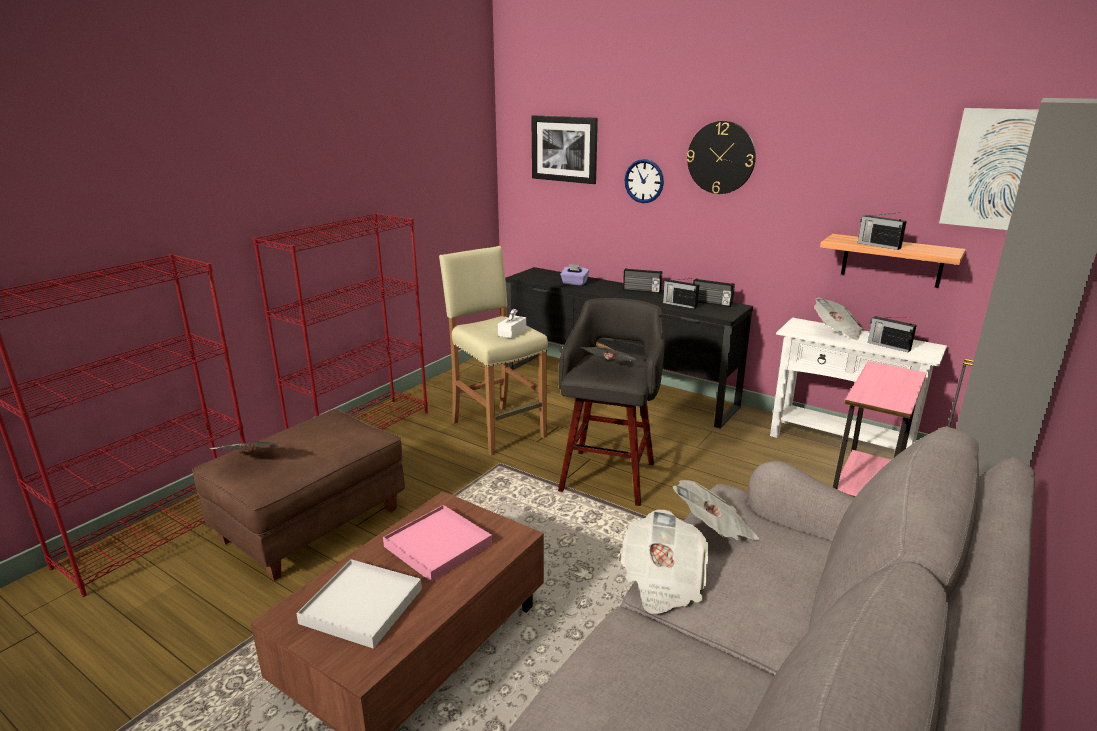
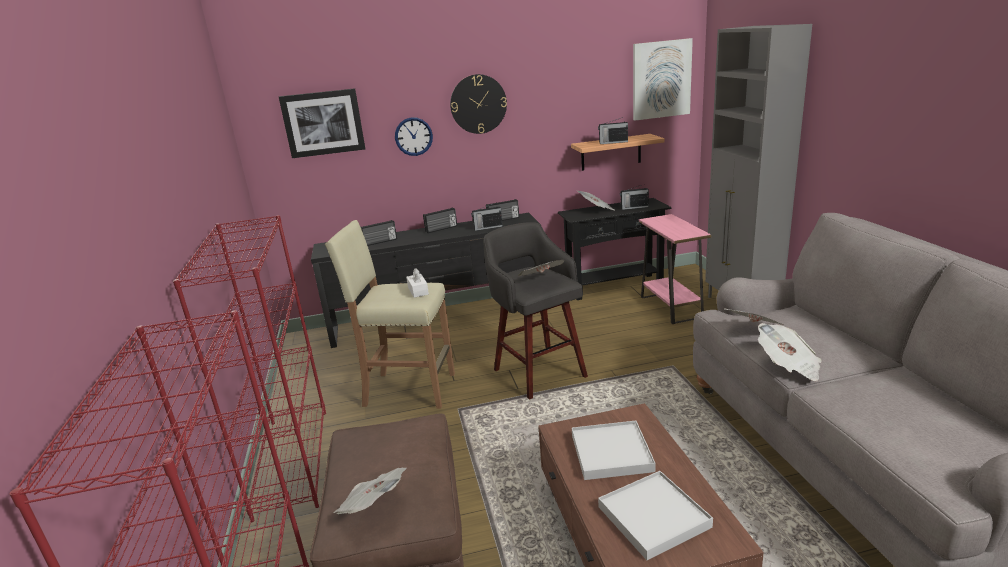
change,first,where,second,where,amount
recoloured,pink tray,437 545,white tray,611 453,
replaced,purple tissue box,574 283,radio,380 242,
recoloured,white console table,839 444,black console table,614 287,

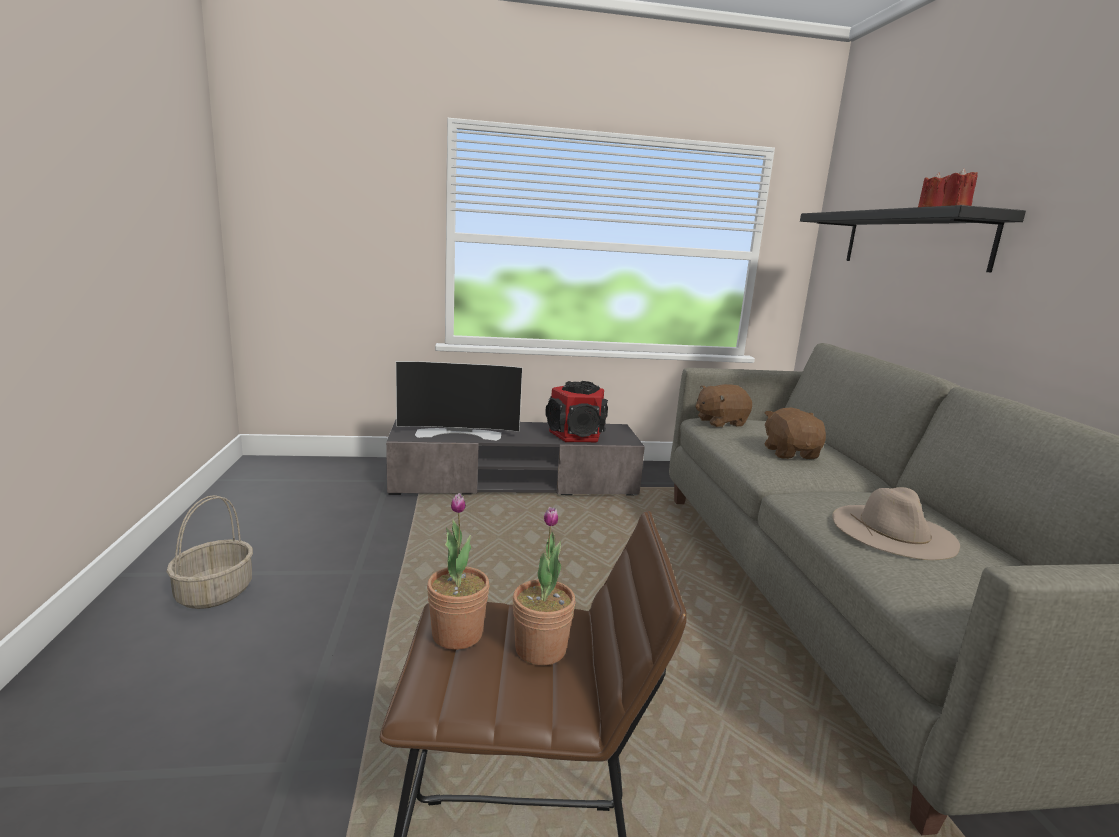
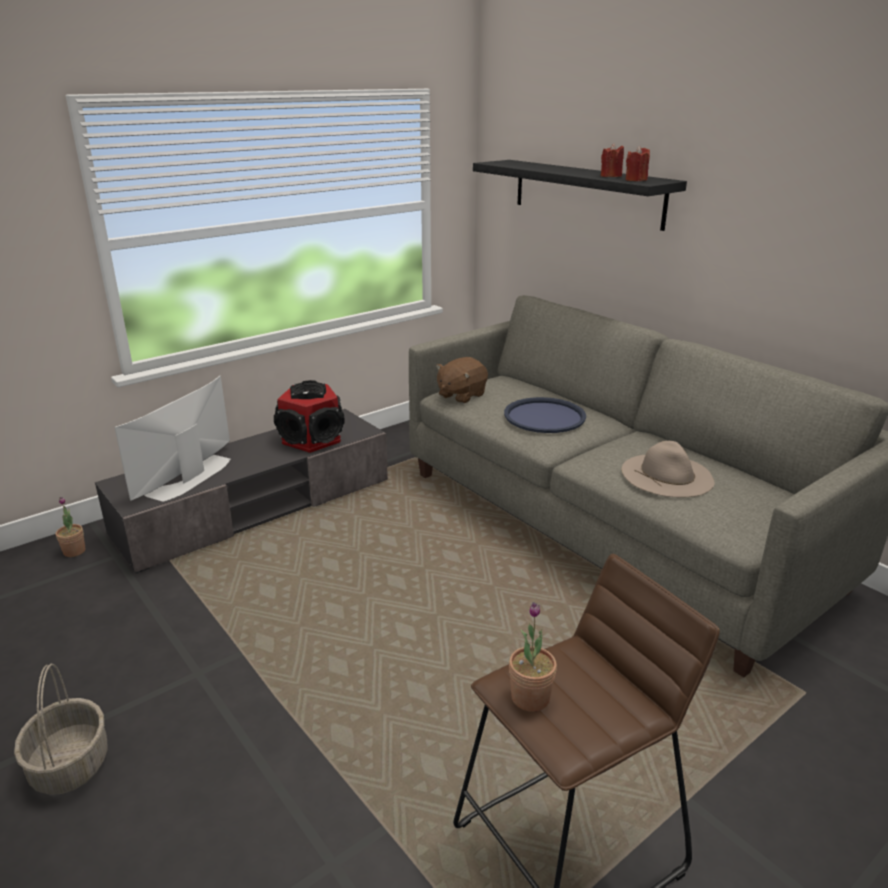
change,first,where,second,where,amount
turned,television,459 433,,191 477,150 degrees clockwise
moved,potted plant,540 649,,74 551,
replaced,brown plush toy,791 453,blue tray,544 416,

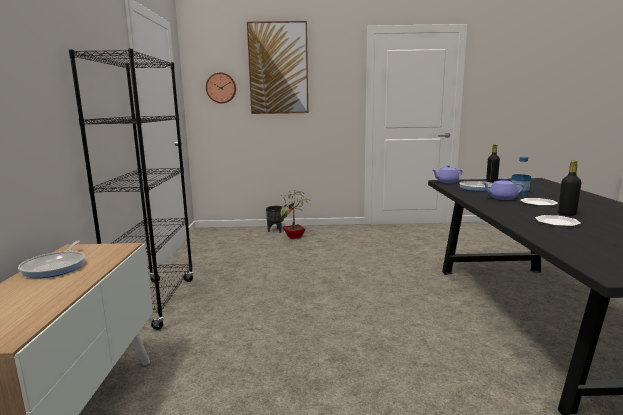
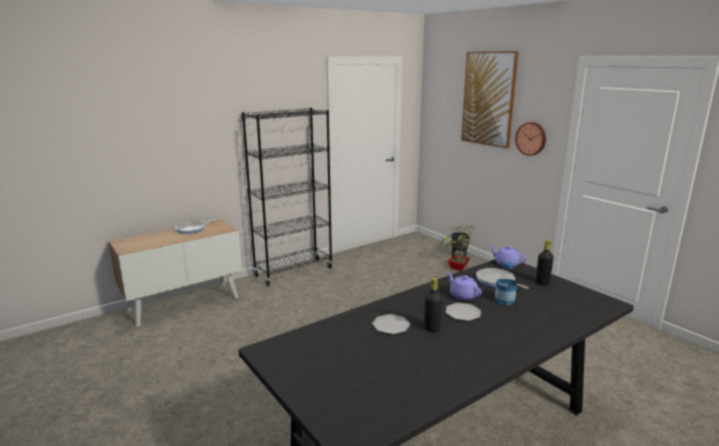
change,first,where,second,where,amount
moved,wall clock,221 88,,531 138,

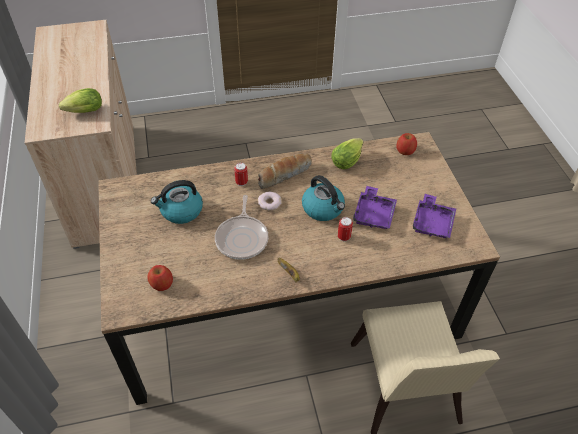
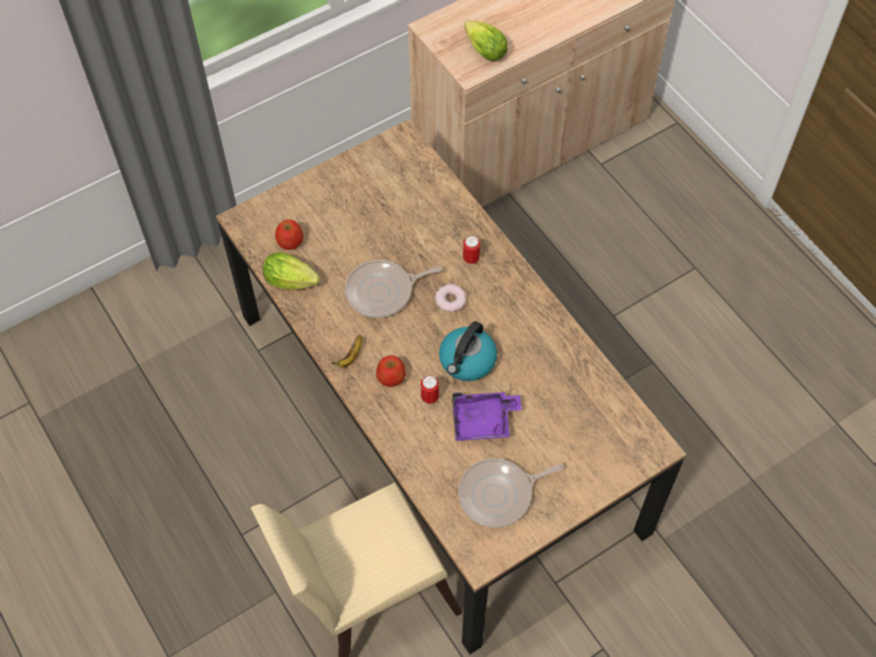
change,first,where,second,where,amount
removed,kettle,181 211,,,
removed,bread,284 174,,,
moved,lettuce,348 160,,294 282,
moved,apple,405 150,,391 377,
replaced,purple tray,432 222,frying pan,499 495,

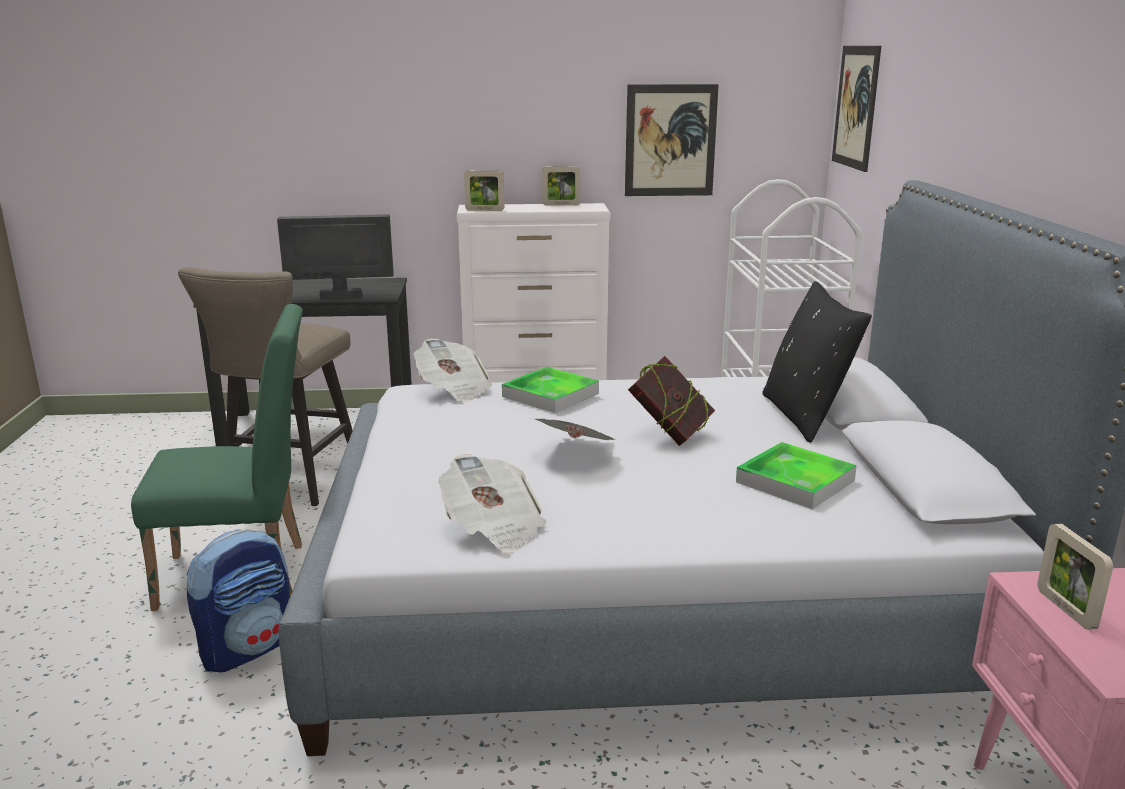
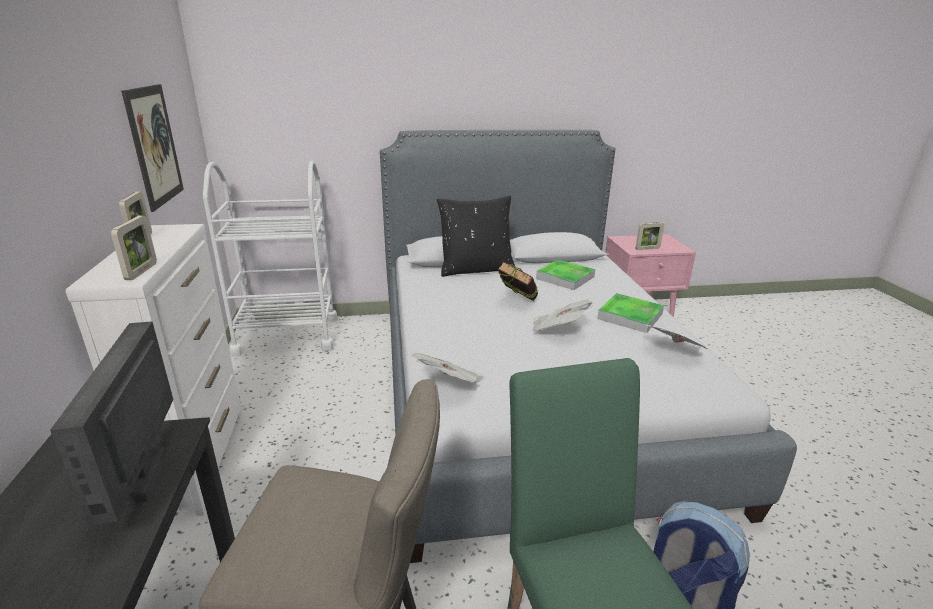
change,first,where,second,where,amount
moved,tray,550 395,,630 316,
removed,picture,856 107,,,

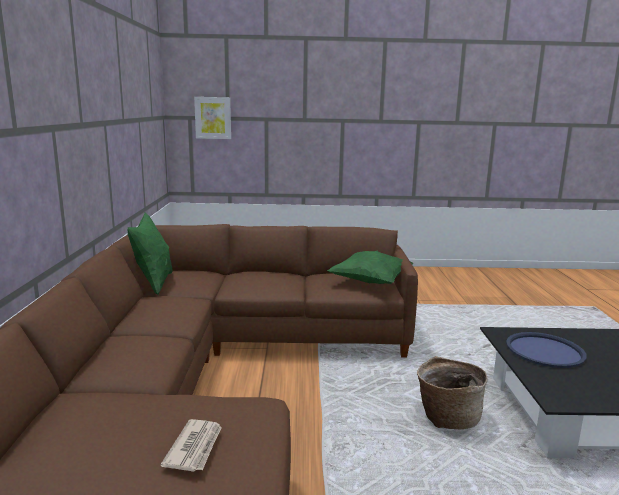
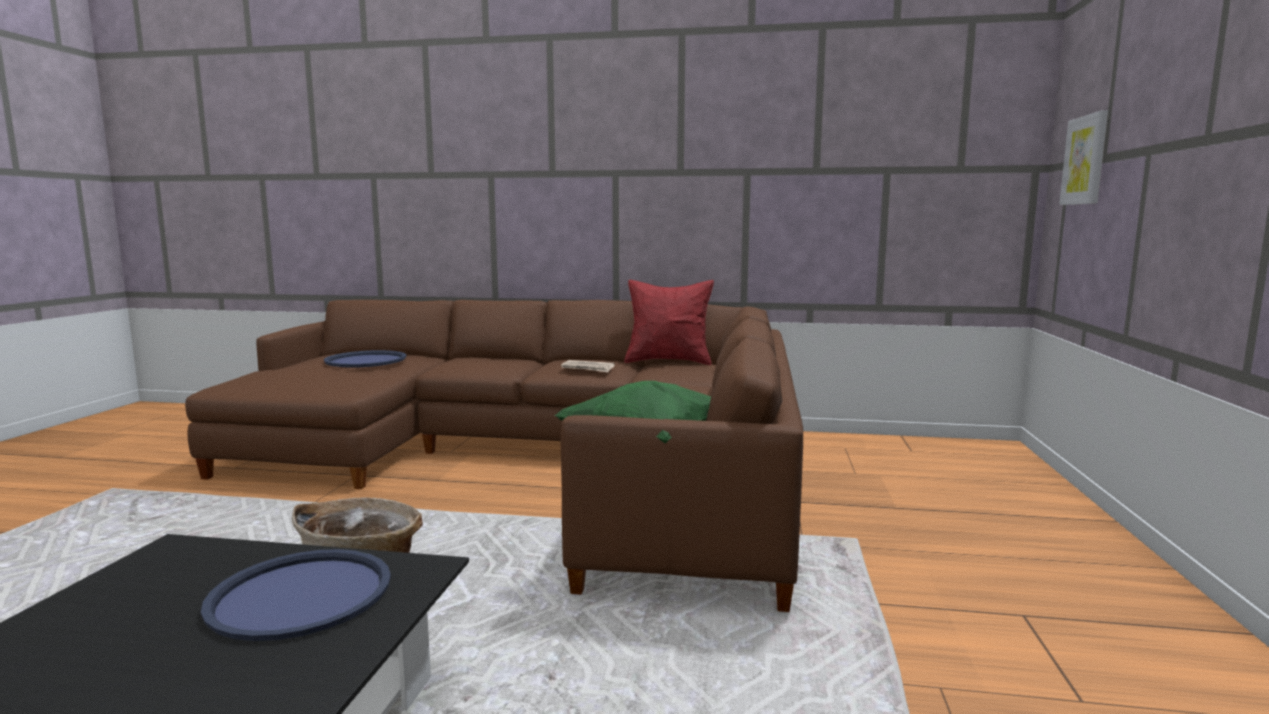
change,first,where,second,where,amount
recoloured,green pillow,153 283,red pillow,668 361,
moved,newspaper,195 447,,588 368,
added,,,blue tray,365 360,

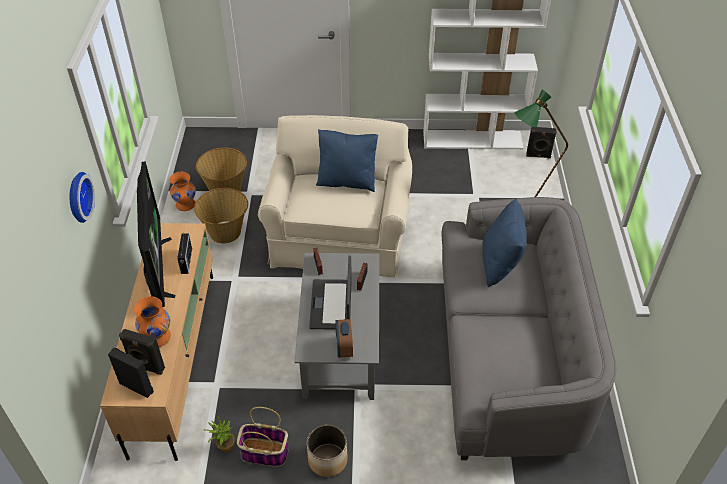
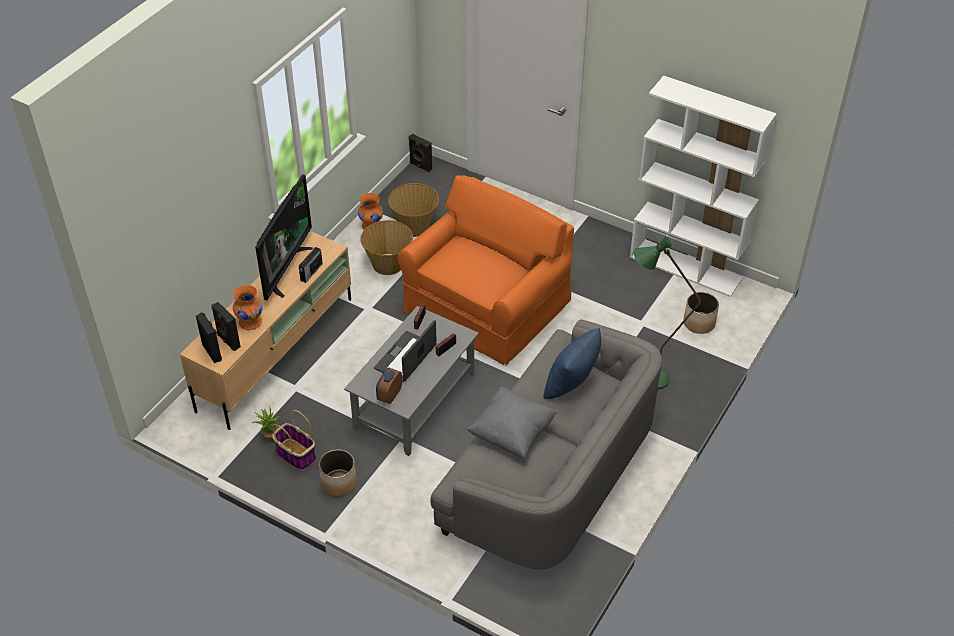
change,first,where,second,where,amount
removed,wall clock,77 197,,,
recoloured,beige armchair,340 232,orange armchair,486 305,
removed,blue pillow,347 181,,,
moved,black speaker,538 156,,420 166,
added,,,grey pillow,511 433,
added,,,planter,699 323,

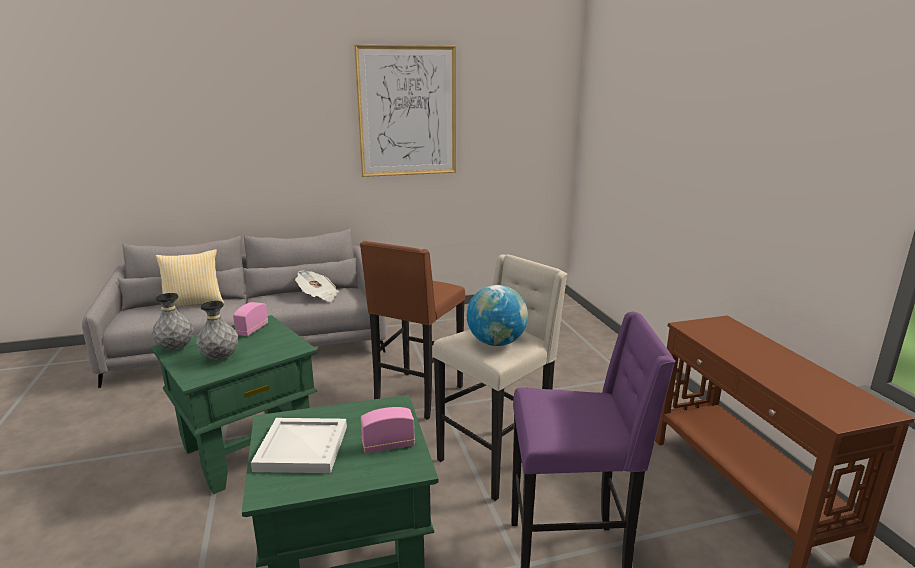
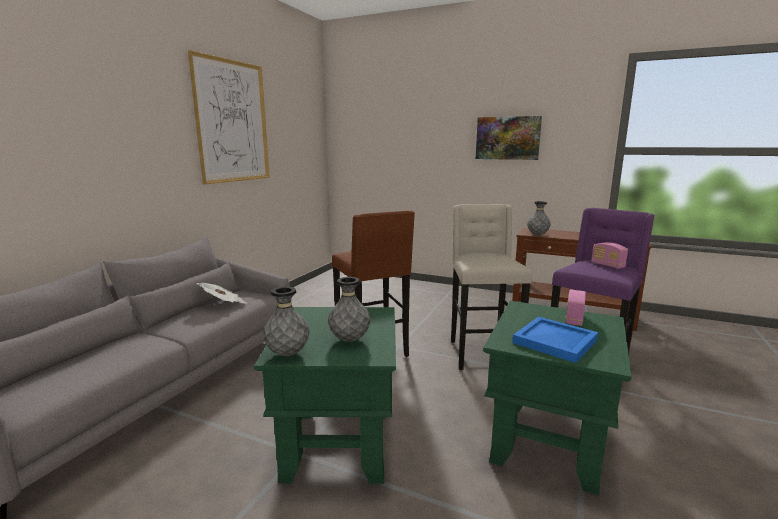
change,first,where,second,where,amount
removed,pillow,194 304,,,
moved,radio,252 330,,607 265,
recoloured,white tray,301 447,blue tray,553 341,
removed,globe,496 343,,,
added,,,picture,507 138,
added,,,grey vase,537 235,

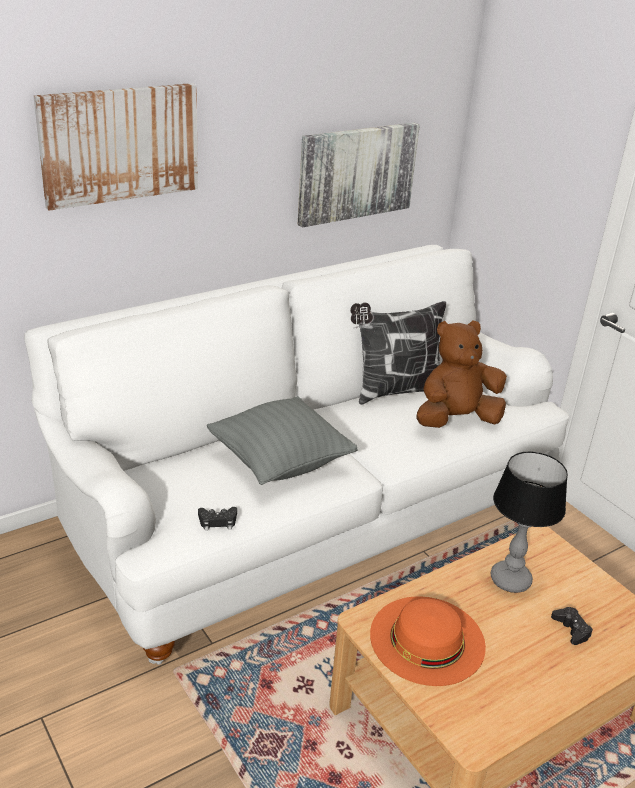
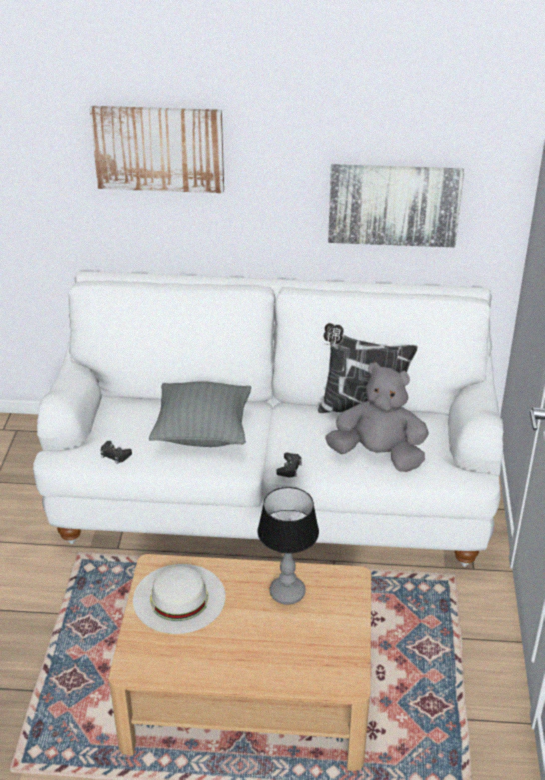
change,first,where,second,where,amount
recoloured,orange hat,427 639,white hat,179 598,
recoloured,brown plush toy,455 420,grey plush toy,378 455,
moved,black game controller,571 629,,289 468,

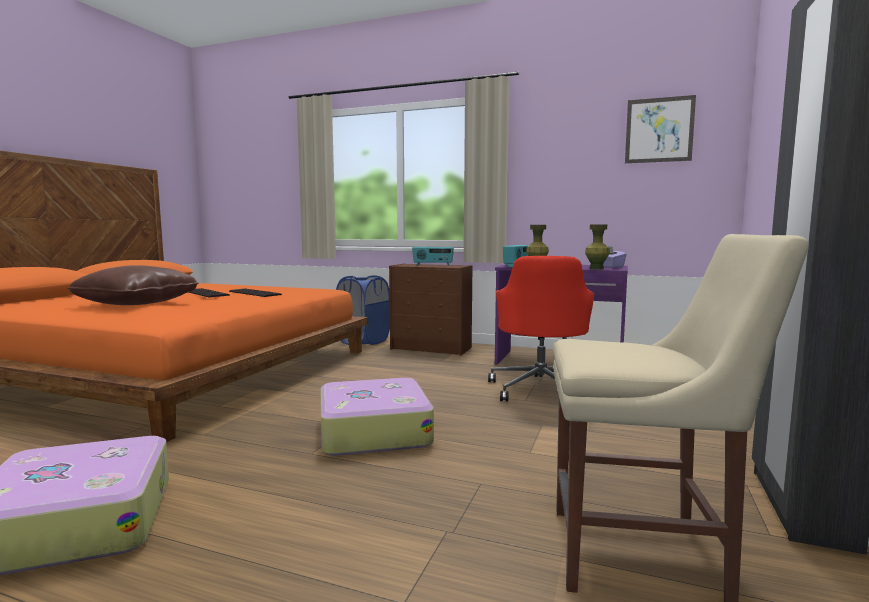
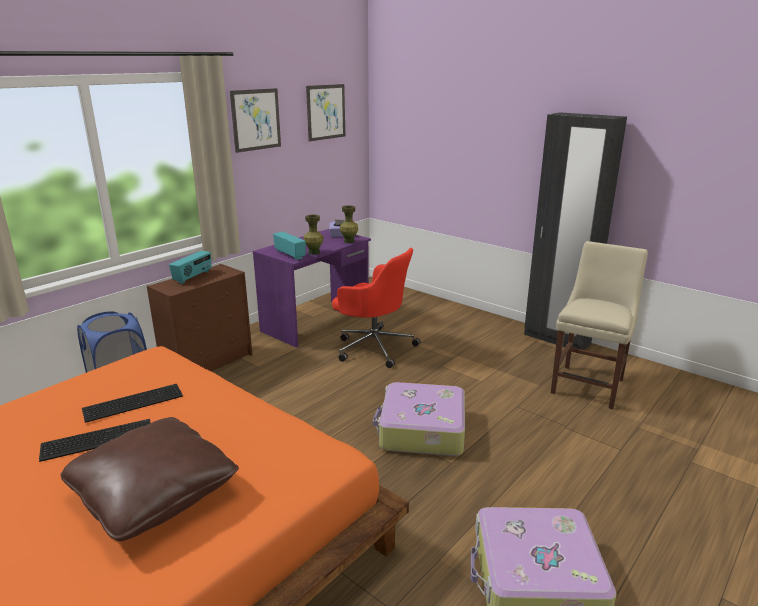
change,first,where,second,where,amount
added,,,picture,256 119,

